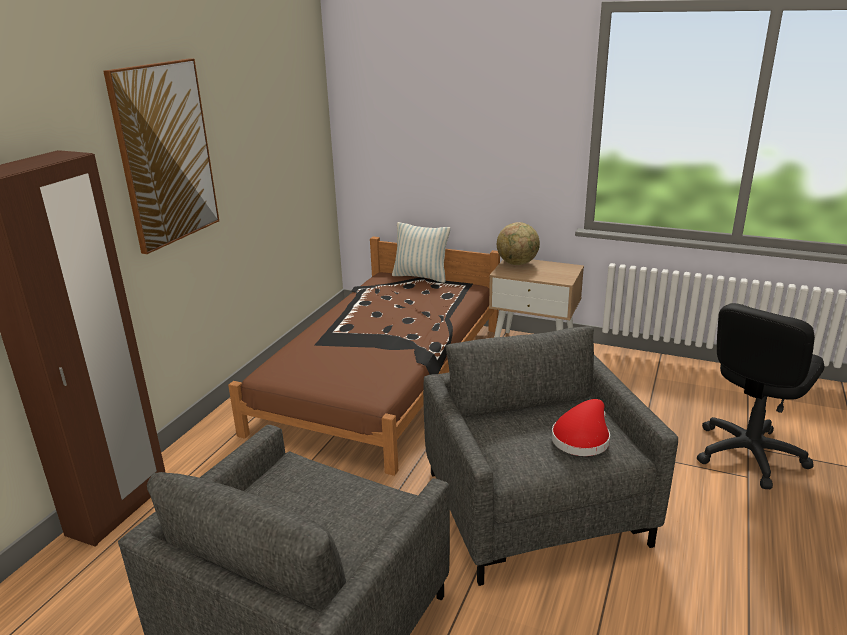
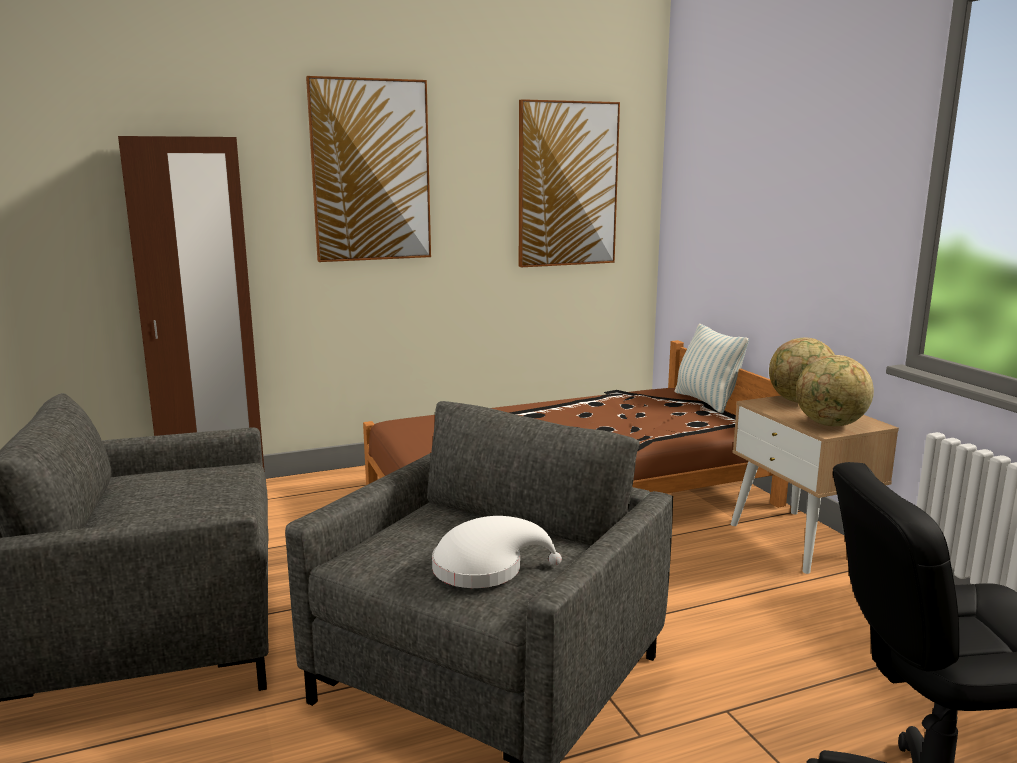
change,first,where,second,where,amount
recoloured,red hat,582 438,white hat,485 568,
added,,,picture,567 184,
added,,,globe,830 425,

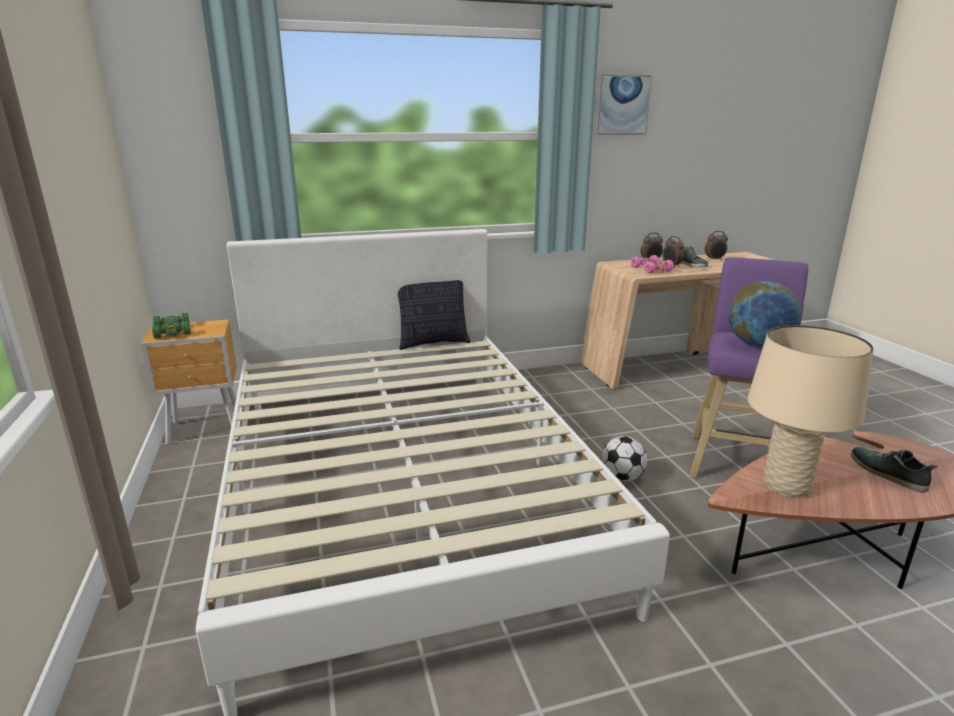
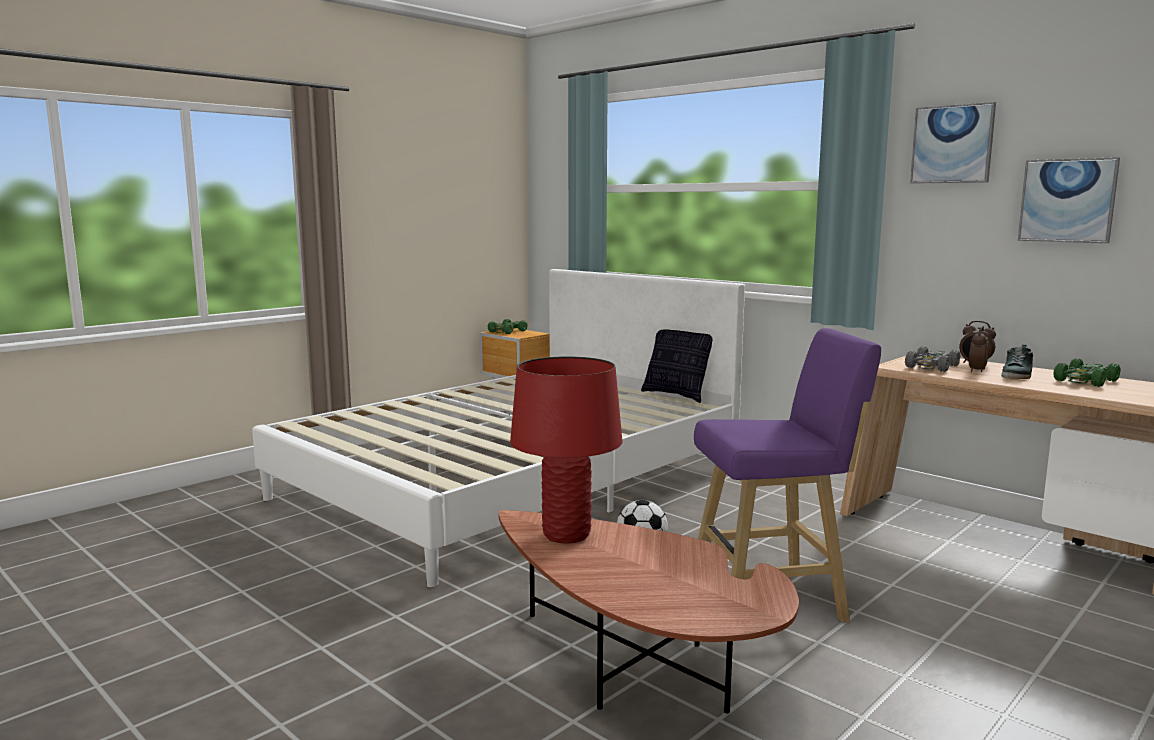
change,first,where,second,where,amount
recoloured,pink toy car,652 269,grey toy car,932 367,
replaced,alarm clock,714 260,green toy car,1085 381,
removed,globe,758 345,,,
recoloured,beige table lamp,786 487,red table lamp,566 535,
removed,shoe,887 473,,,
added,,,picture,1067 200,

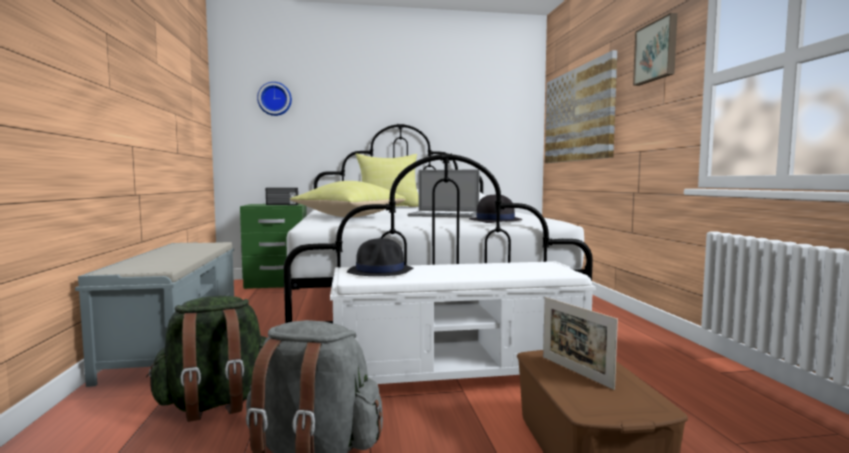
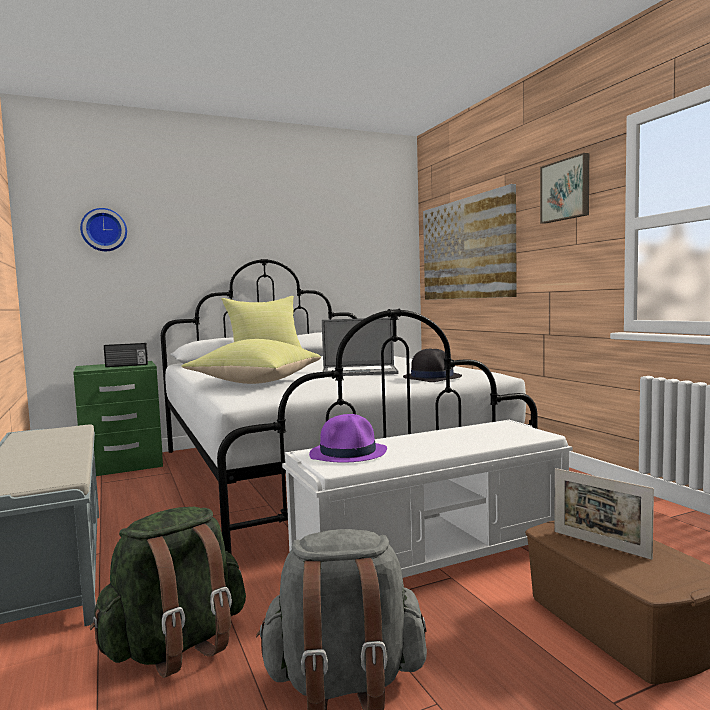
change,first,where,second,where,amount
recoloured,black hat,380 271,purple hat,349 453,

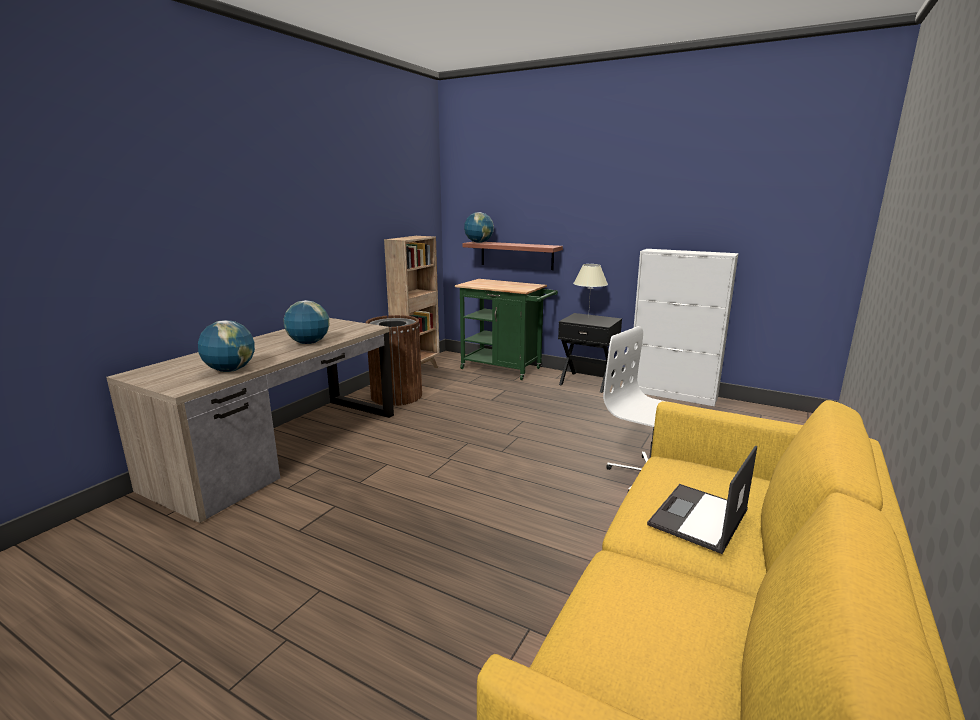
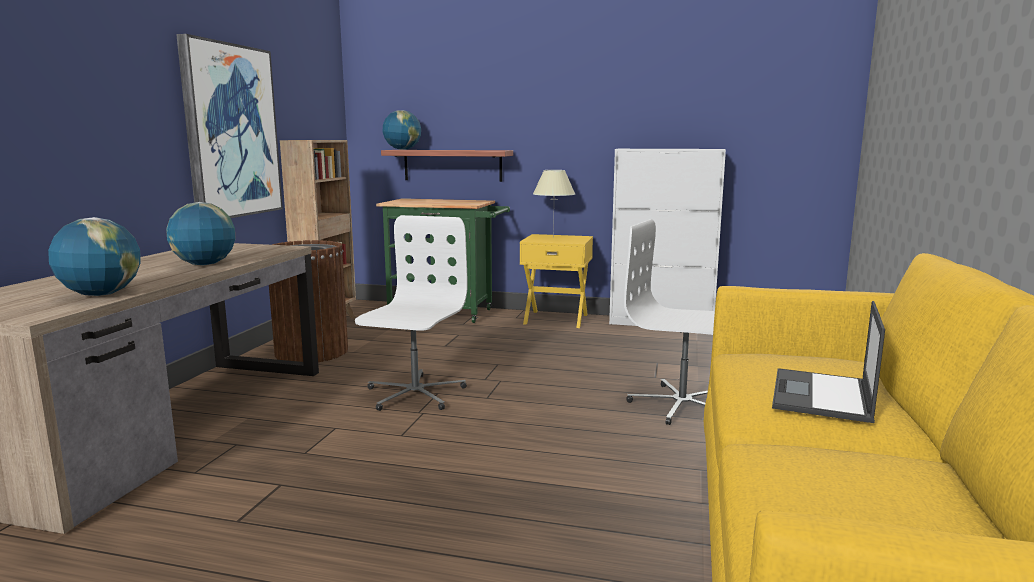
change,first,where,second,where,amount
recoloured,black nightstand,587 382,yellow nightstand,556 319,
added,,,picture,231 131,
added,,,white office chair,414 394,

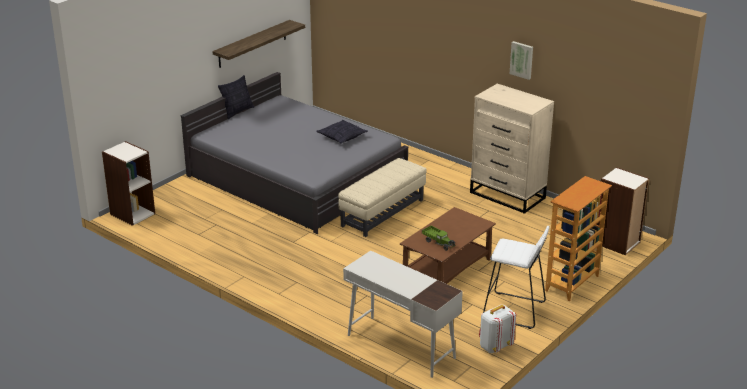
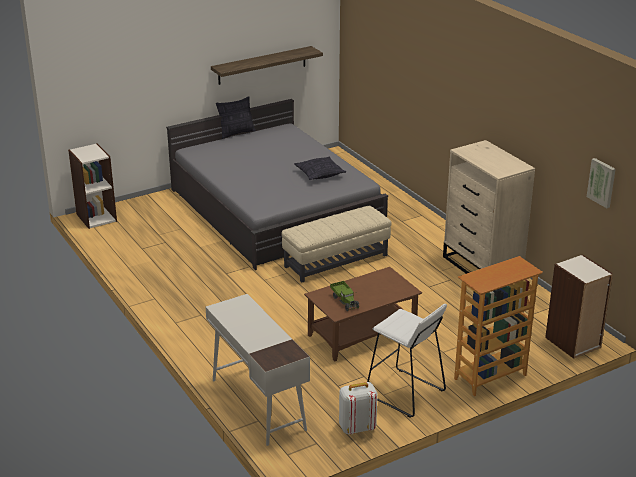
change,first,where,second,where,amount
moved,picture,522 60,,602 182,

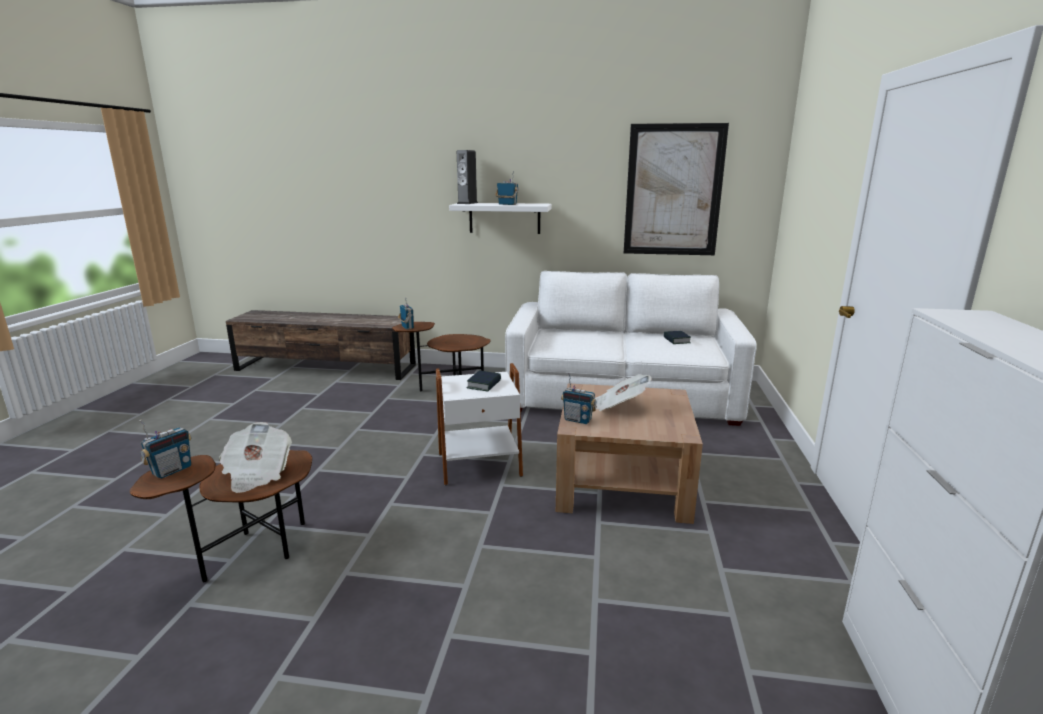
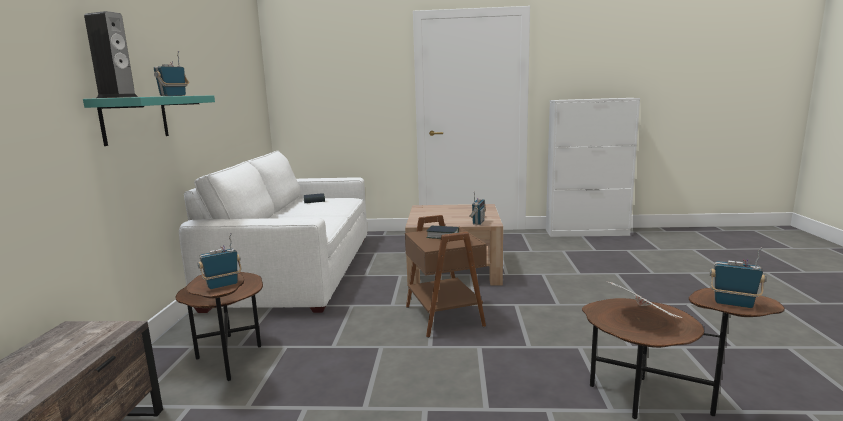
change,first,where,second,where,amount
recoloured,white side table,480 466,brown side table,445 315,
recoloured,white shelf,504 218,turquoise shelf,135 119,
removed,newspaper,618 406,,,
removed,picture,673 191,,,

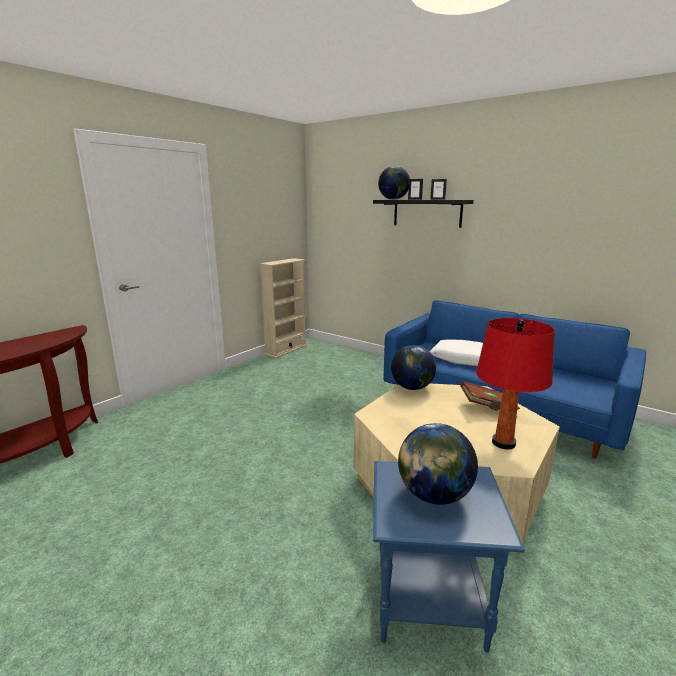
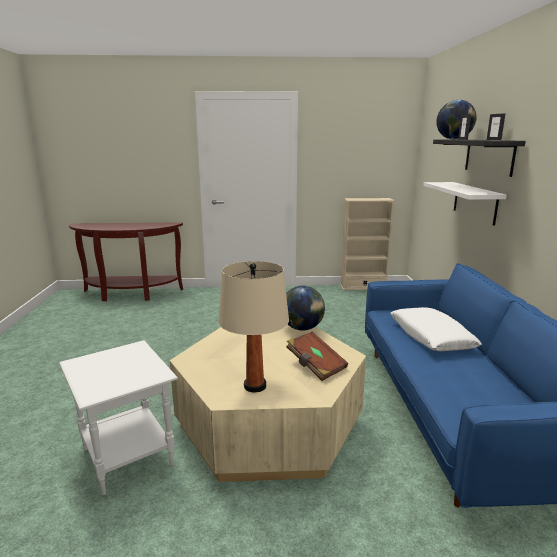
change,first,where,second,where,amount
recoloured,blue side table,427 604,white side table,127 456,
removed,globe,434 495,,,
recoloured,red table lamp,503 443,beige table lamp,254 386,
added,,,white shelf,474 202,

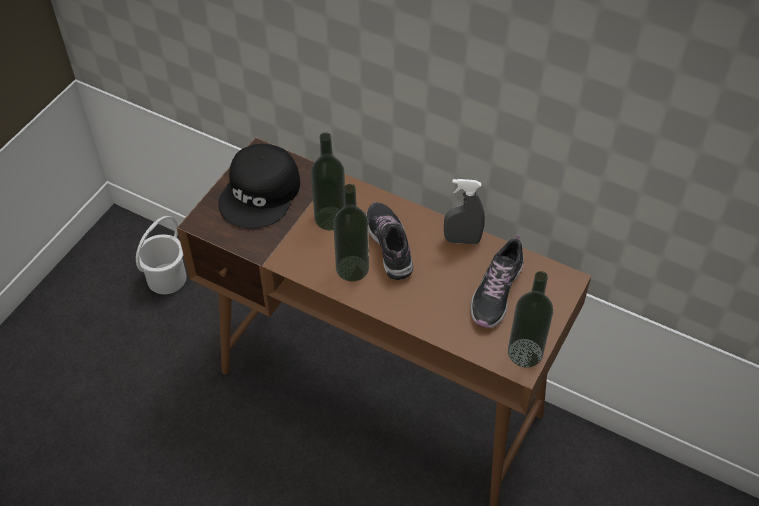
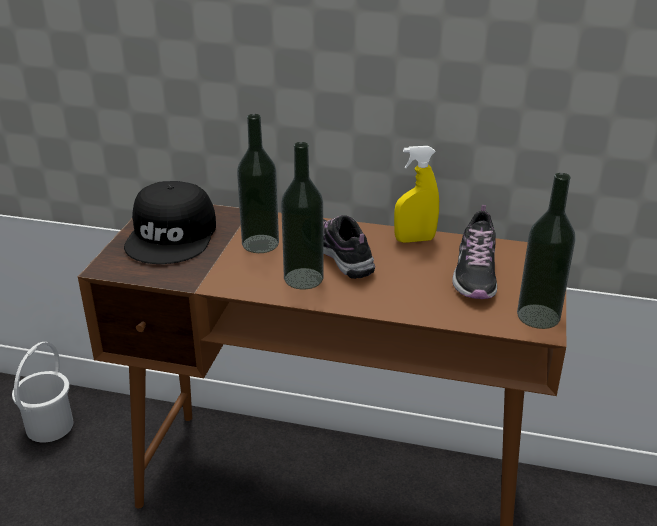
change,first,where,second,where,amount
recoloured,grey spray bottle,462 240,yellow spray bottle,414 240,

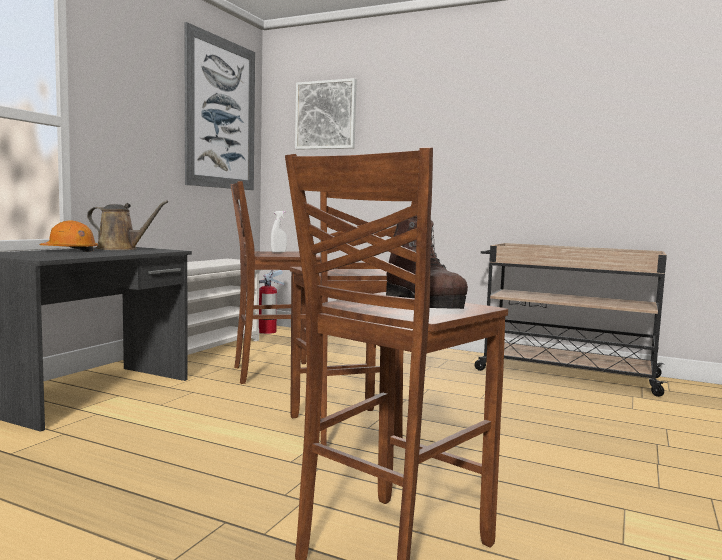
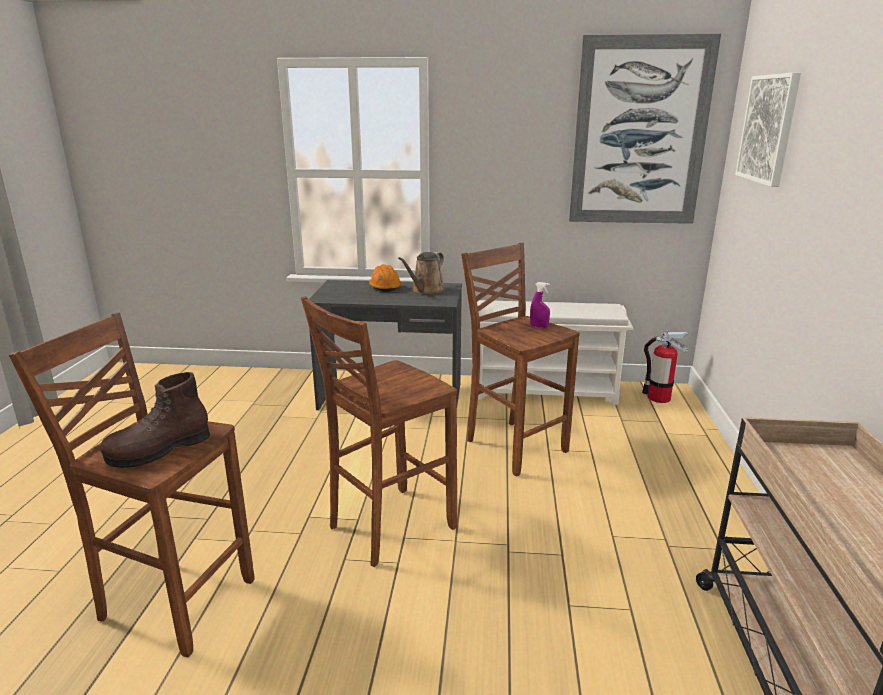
change,first,where,second,where,amount
turned,brown watering can,121 249,,426 290,45 degrees clockwise
recoloured,white spray bottle,278 252,purple spray bottle,539 326,

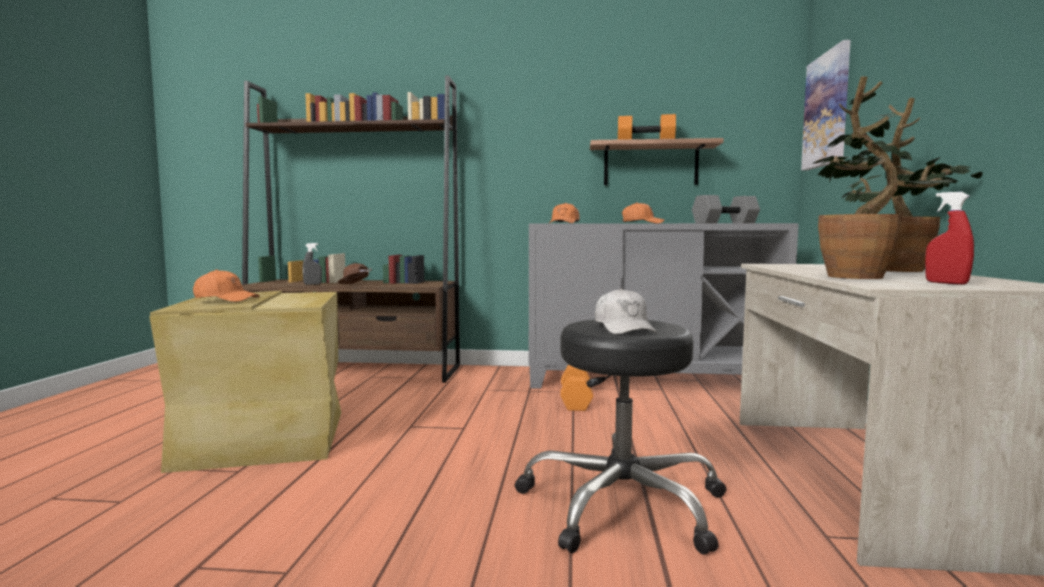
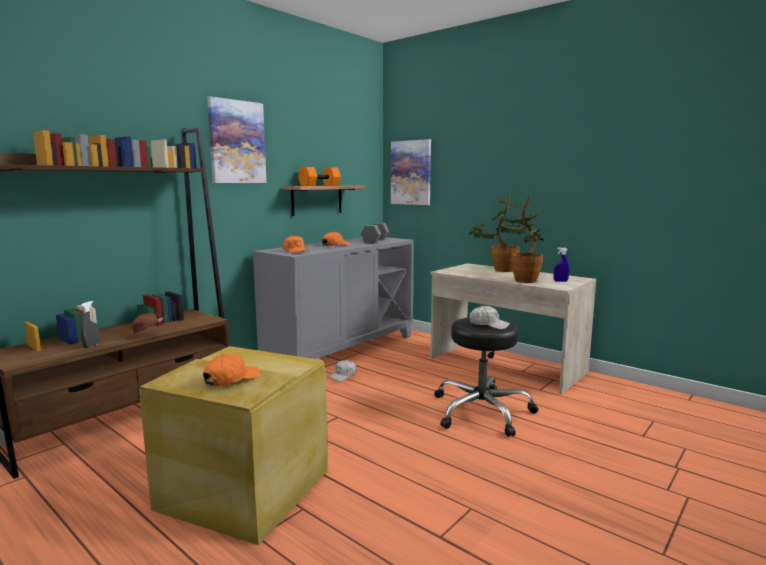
change,first,where,second,where,amount
replaced,orange dumbbell,577 401,white cap,343 376,
recoloured,red spray bottle,946 283,blue spray bottle,560 281,
added,,,picture,237 142,

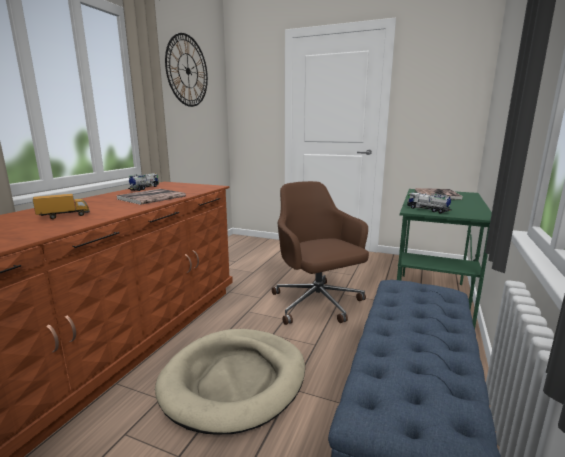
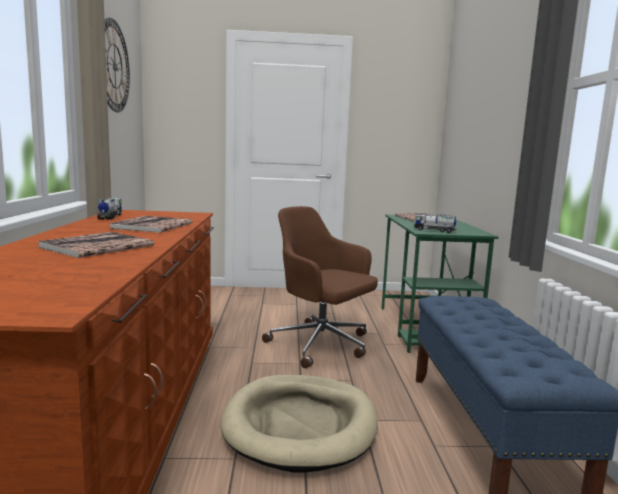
change,first,where,second,where,amount
replaced,toy truck,64 216,book,97 246,

